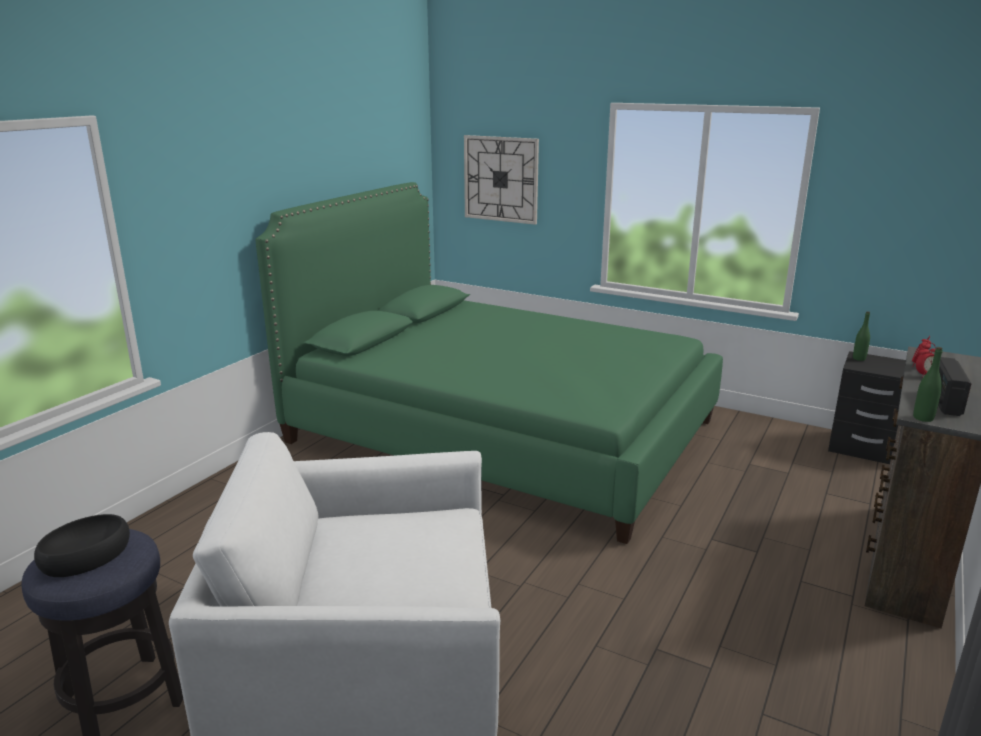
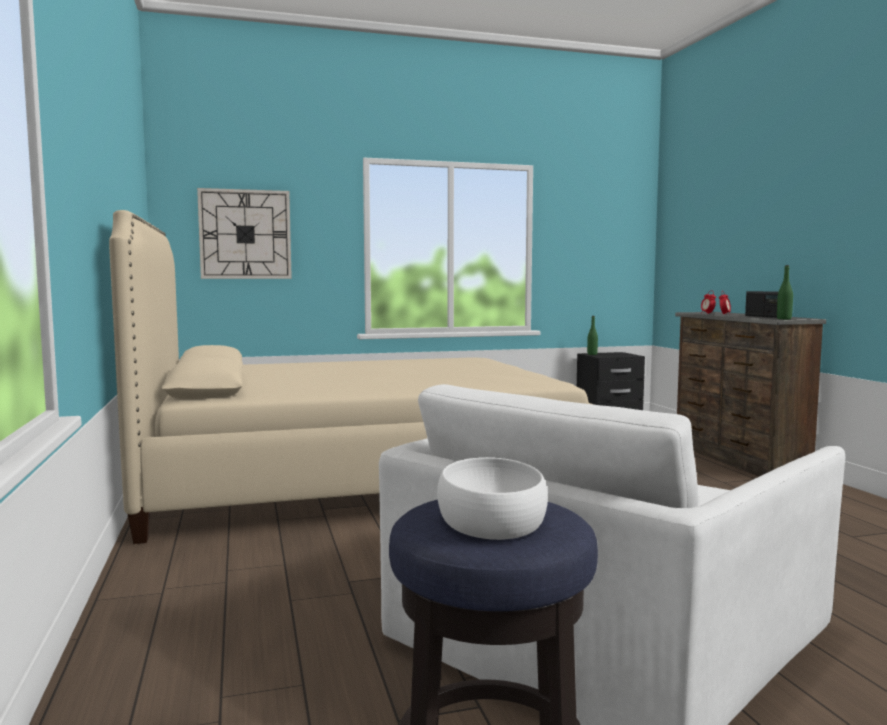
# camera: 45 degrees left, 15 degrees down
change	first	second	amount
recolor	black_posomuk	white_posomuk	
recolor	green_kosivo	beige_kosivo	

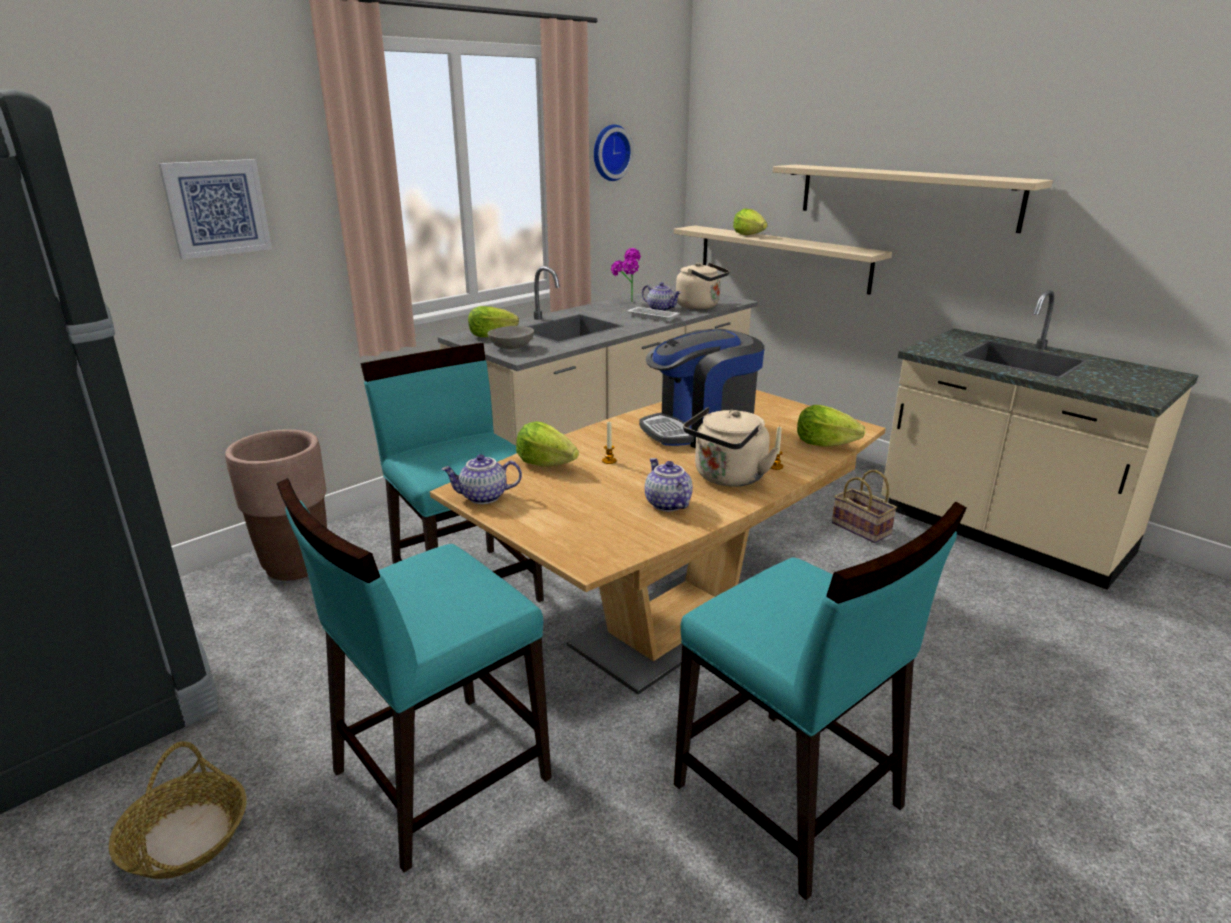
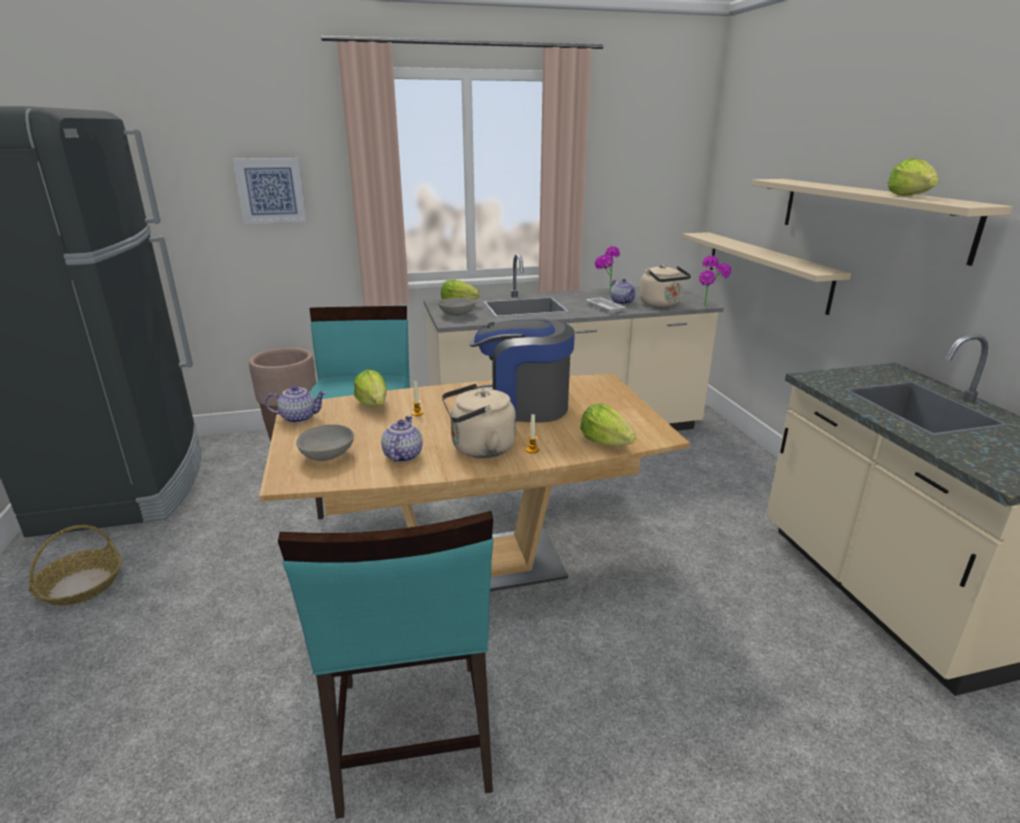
# camera: 30 degrees right, 0 degrees up
change	first	second	amount
delete	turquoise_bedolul (1st from left)		
rotate	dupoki (1st from left)		150 degrees clockwise
delete	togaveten		
move	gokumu (3rd from left in the first image)	gokumu (4th from left)	
delete	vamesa (2nd from left)		
insert		grey_posomuk (1st from left)	
insert		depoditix (2nd from left)	

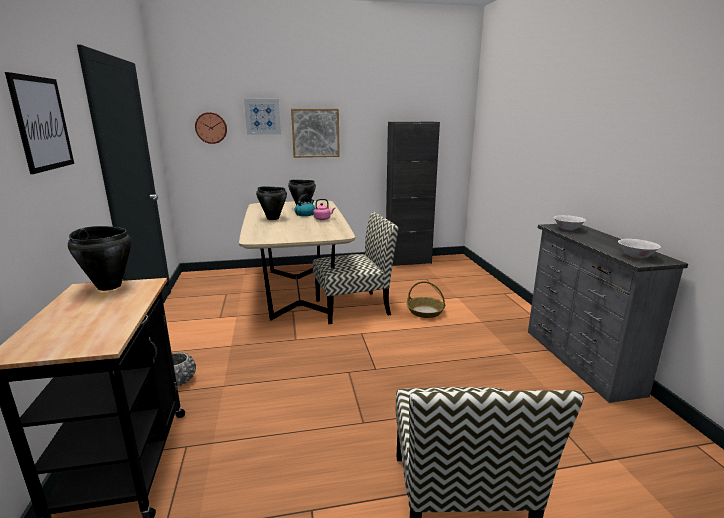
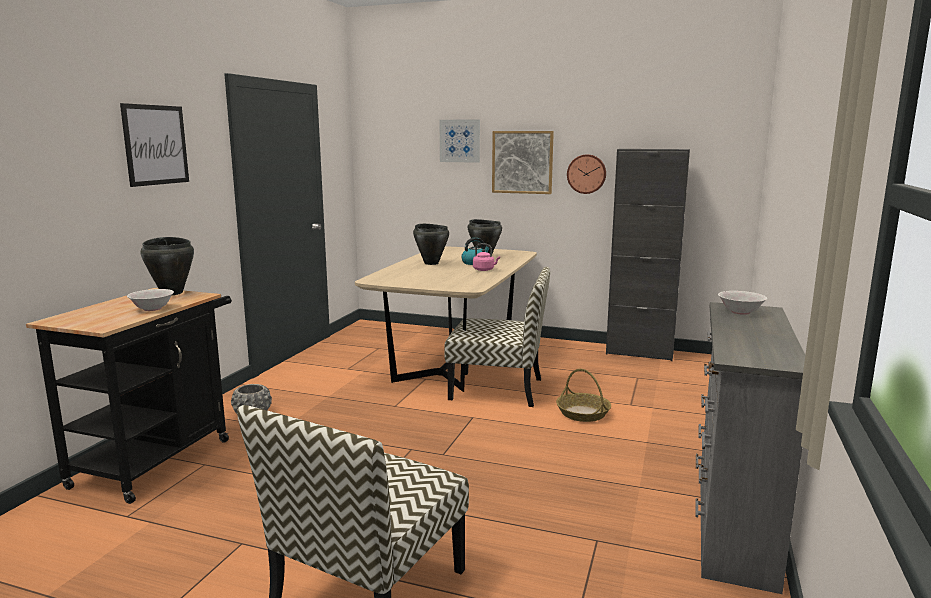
# camera: 30 degrees right, 5 degrees down
change	first	second	amount
move	togaveten		
move	white_posomuk (2nd from left in the first image)	white_posomuk (1st from left)	

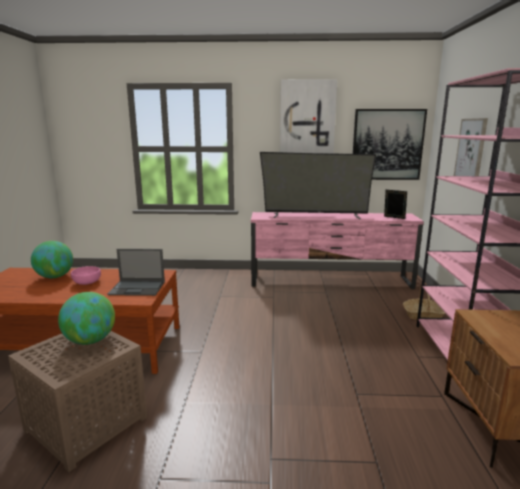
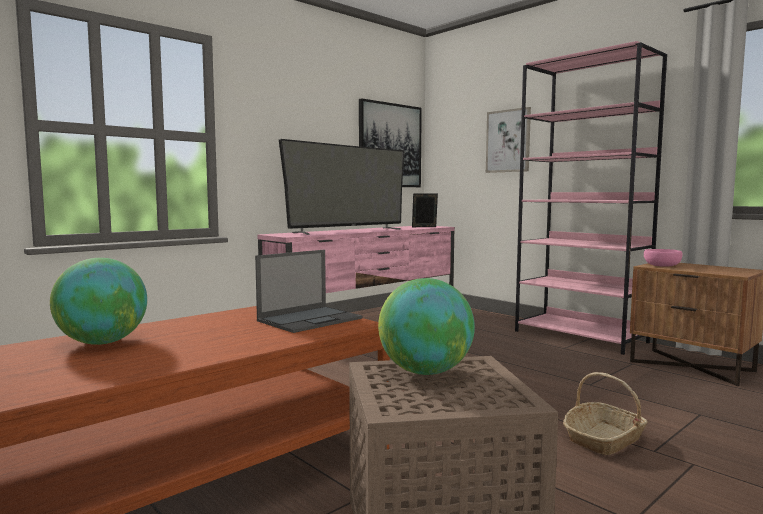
# camera: 45 degrees left, 10 degrees down
change	first	second	amount
move	pink_posomuk		
delete	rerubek (1st from left)		
move	vamesa		

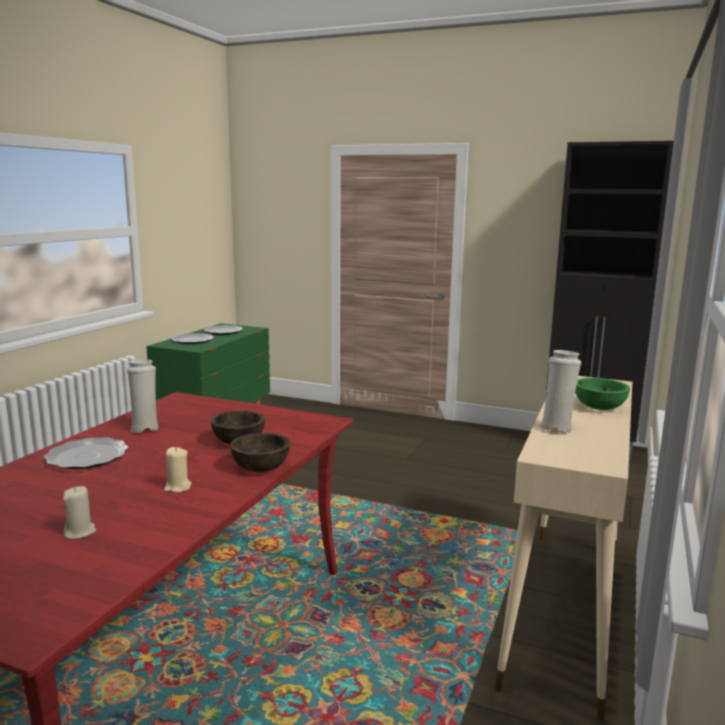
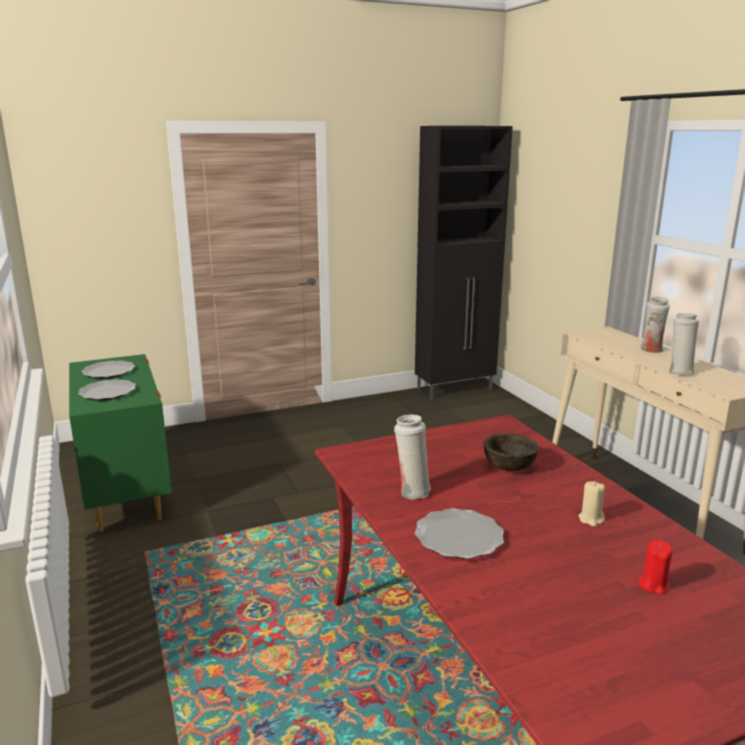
# camera: 45 degrees left, 5 degrees up
change	first	second	amount
recolor	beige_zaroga (1st from left)	red_zaroga	
delete	brown_posomuk (2nd from left)		
replace	green_posomuk	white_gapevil (2nd from left)	

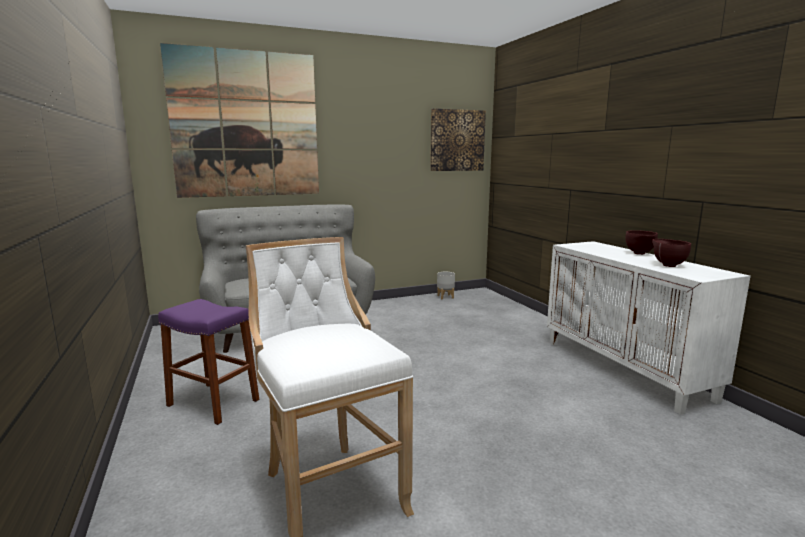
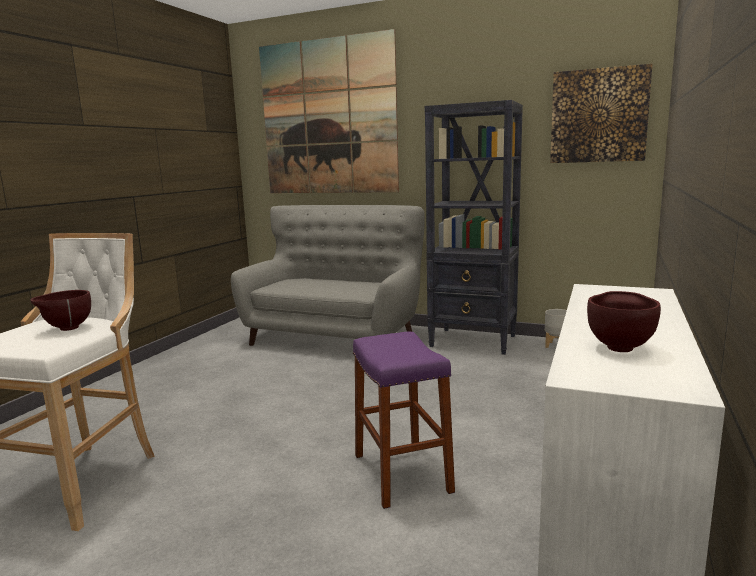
# camera: 45 degrees right, 0 degrees up
change	first	second	amount
move	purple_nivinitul		
move	brown_posomuk (1st from left)		
insert		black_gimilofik	

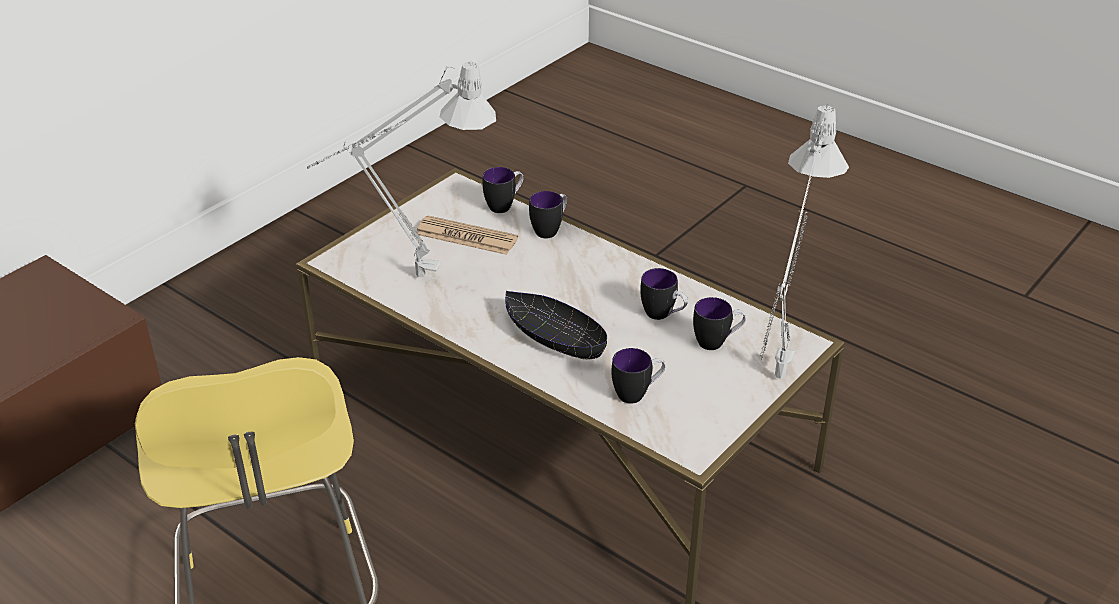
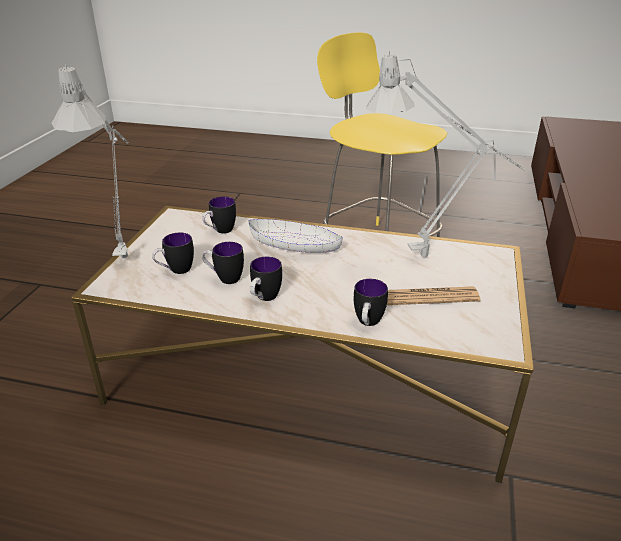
# camera: 155 degrees right, 5 degrees down
change	first	second	amount
move	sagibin (1st from left in the first image)	sagibin (4th from left)	
recolor	black_posomuk	white_posomuk	

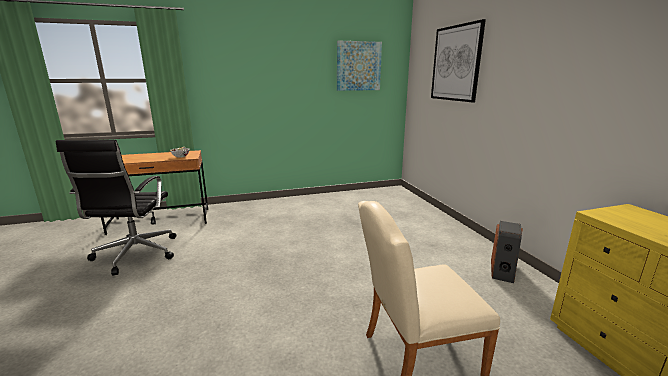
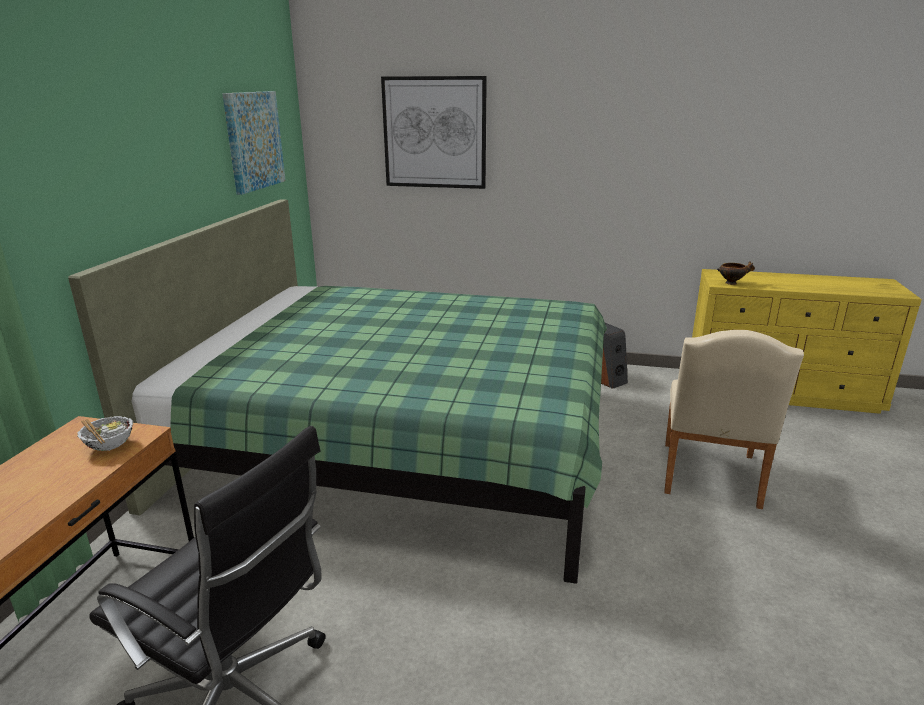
# camera: 60 degrees left, 5 degrees up
change	first	second	amount
insert		green_kosivo	
insert		posomuk (2nd from left)	

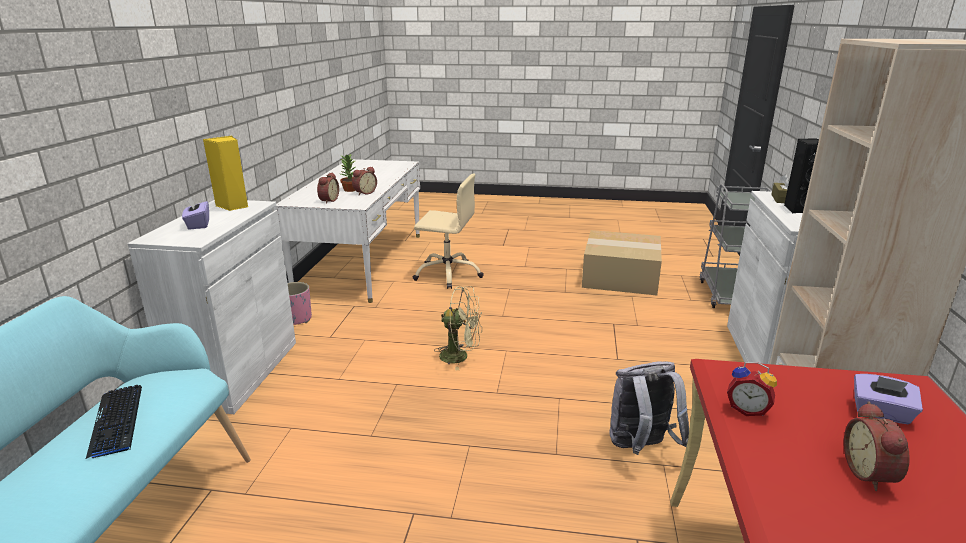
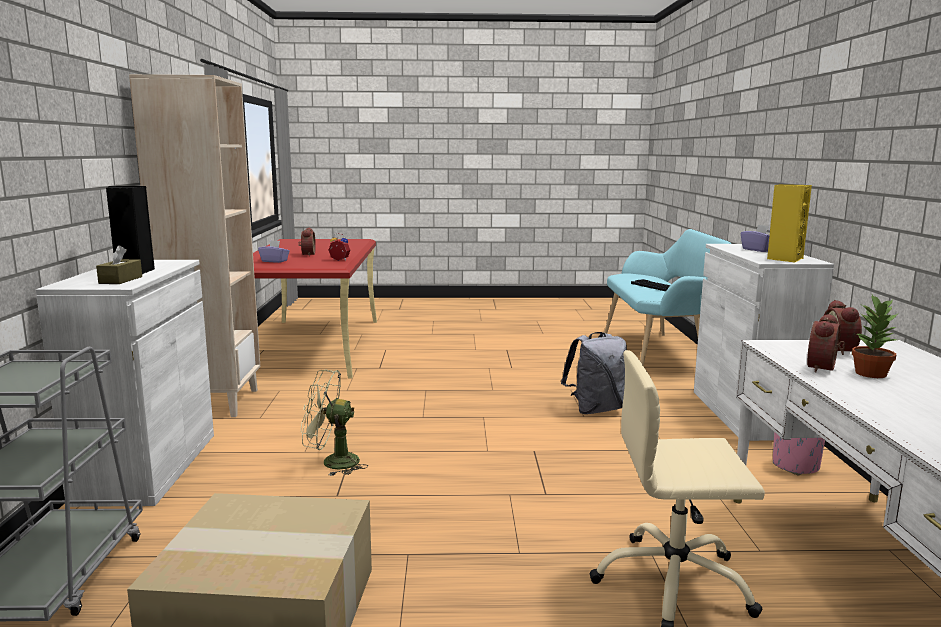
# camera: 170 degrees right, 10 degrees down
change	first	second	amount
move	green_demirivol		
move	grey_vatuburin		

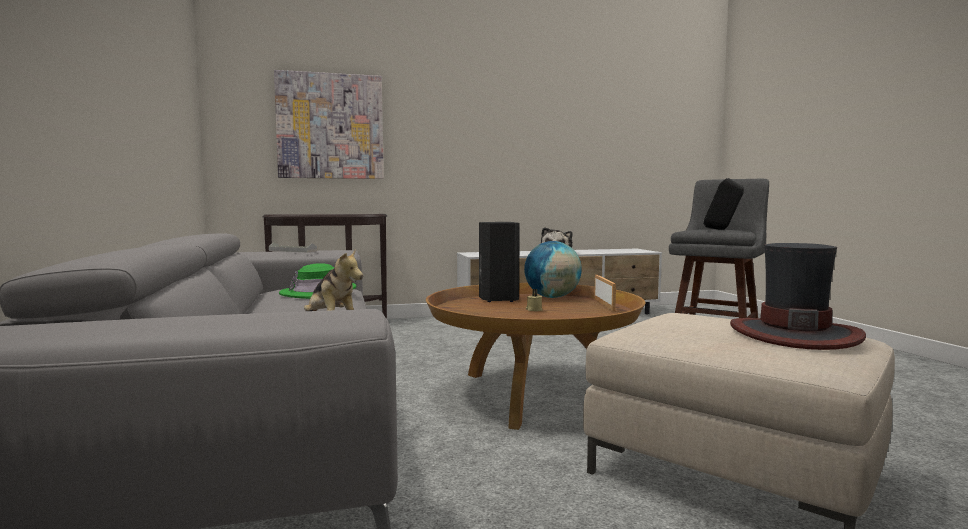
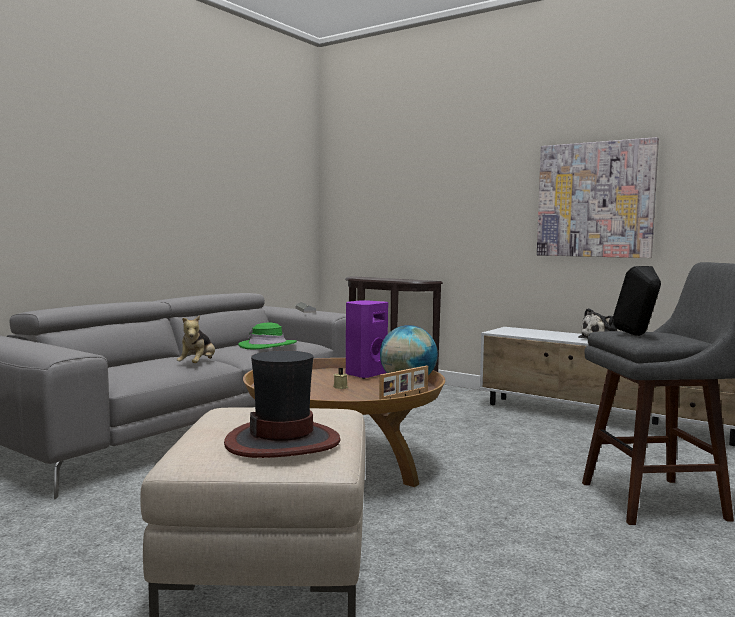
# camera: 50 degrees right, 0 degrees up
change	first	second	amount
move	rerubek		
recolor	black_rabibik (1st from left)	purple_rabibik	

